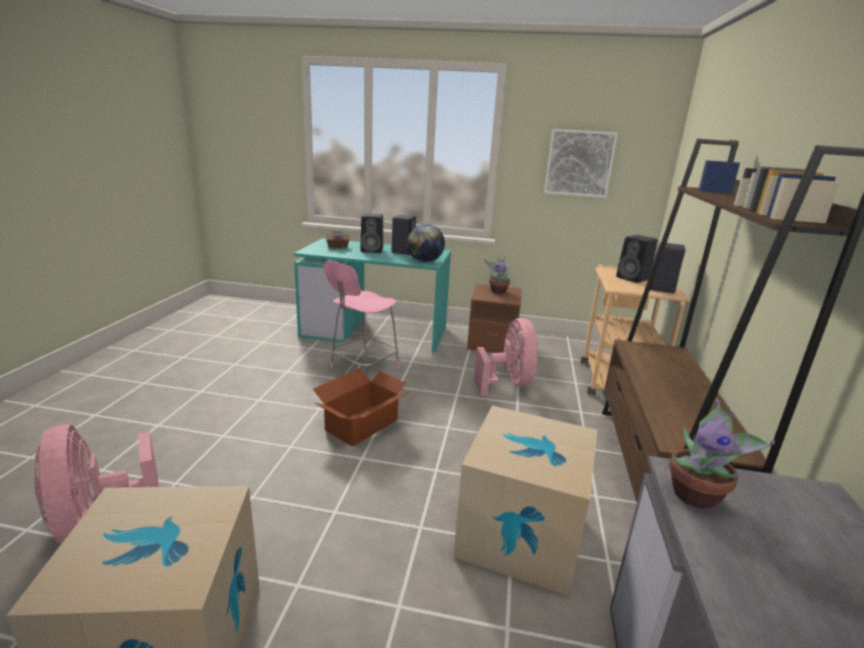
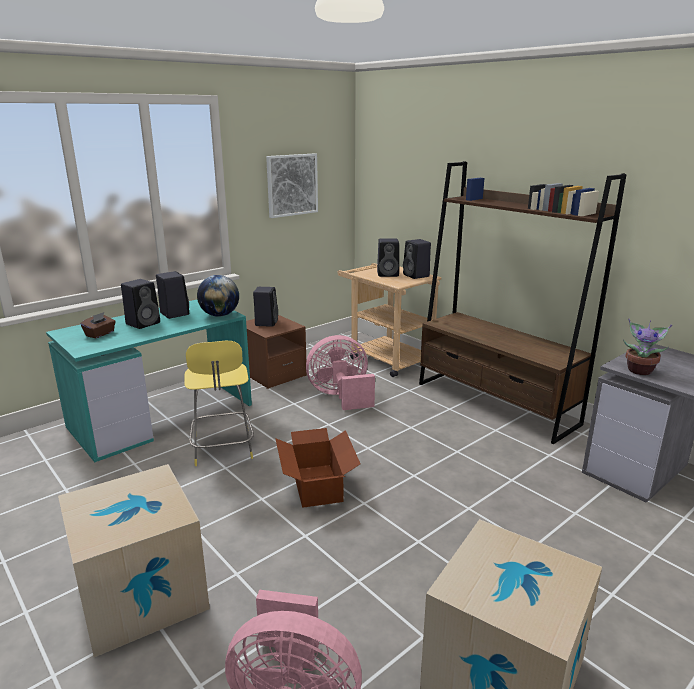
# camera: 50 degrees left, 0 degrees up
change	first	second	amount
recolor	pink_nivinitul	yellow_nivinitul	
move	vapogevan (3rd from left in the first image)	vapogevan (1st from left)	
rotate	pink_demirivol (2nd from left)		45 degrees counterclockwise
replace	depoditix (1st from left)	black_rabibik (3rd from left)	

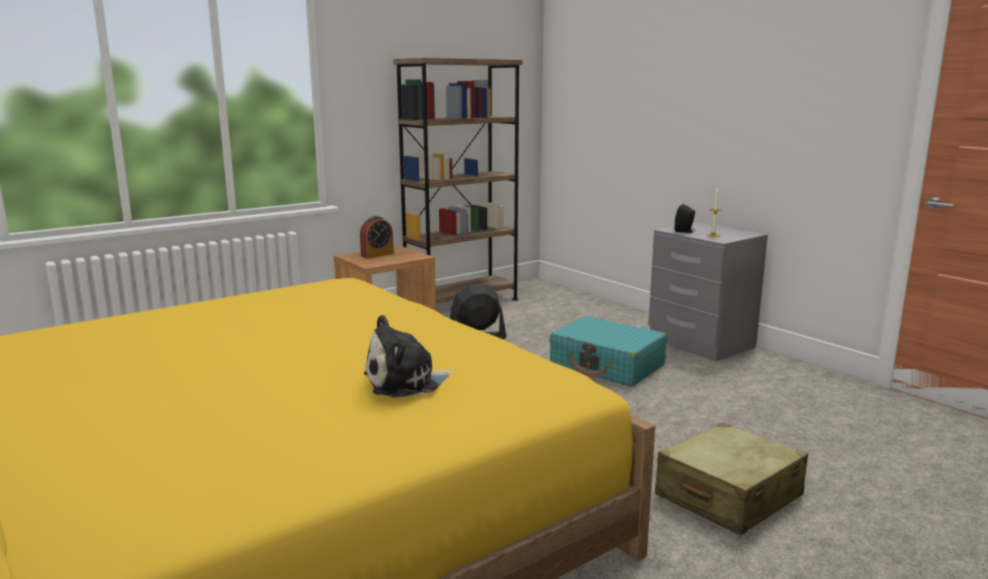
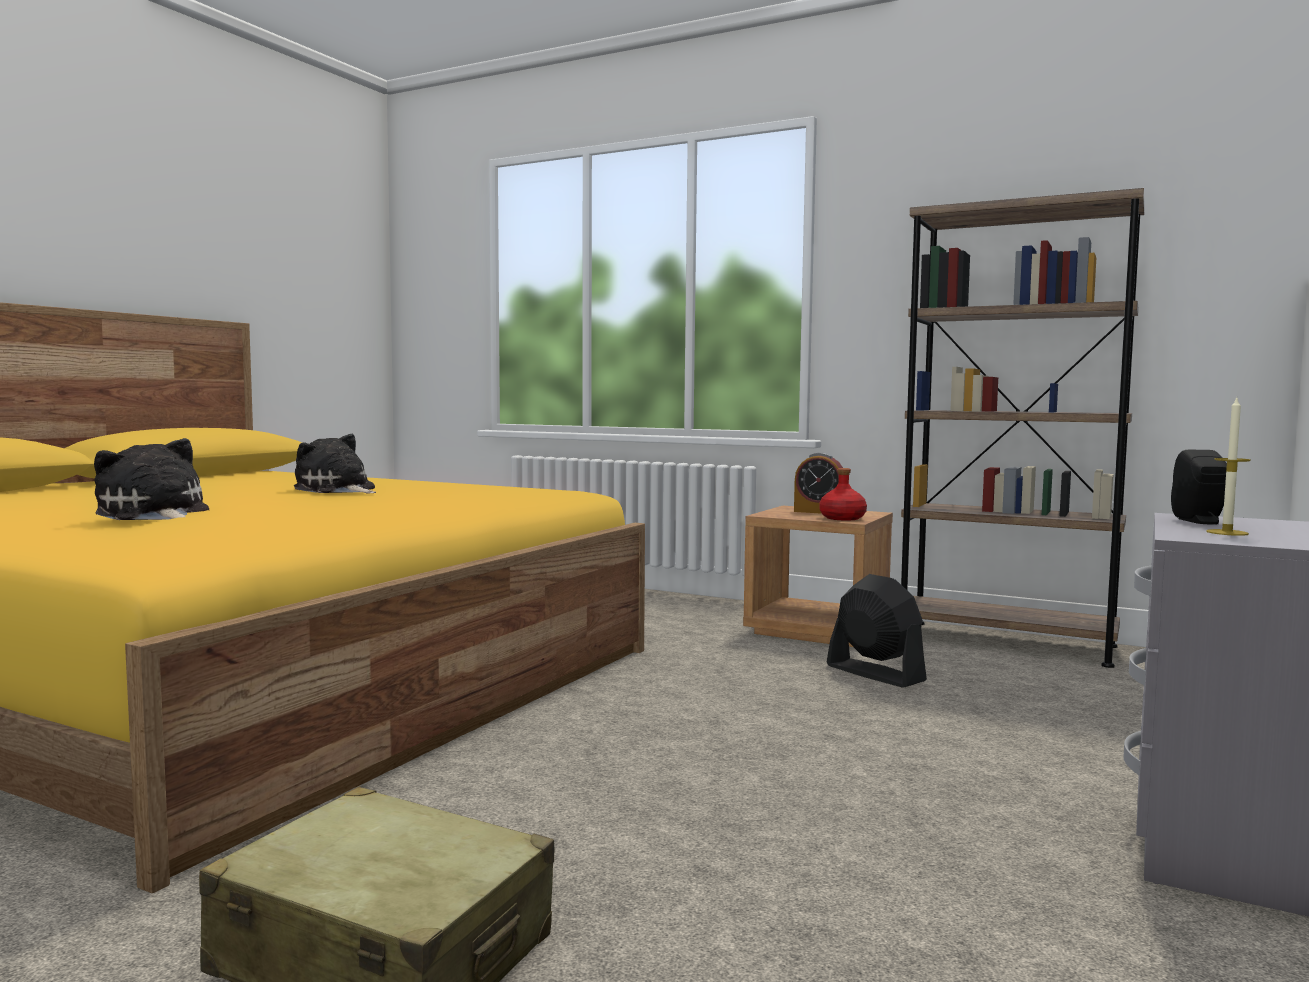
# camera: 65 degrees right, 10 degrees down
change	first	second	amount
delete	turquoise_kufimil		
insert		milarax (2nd from left)	
insert		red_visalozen	

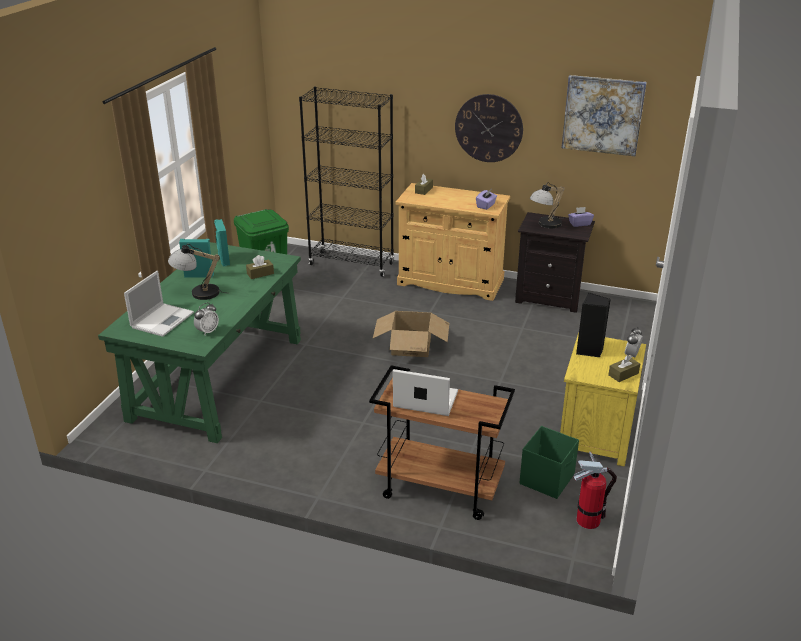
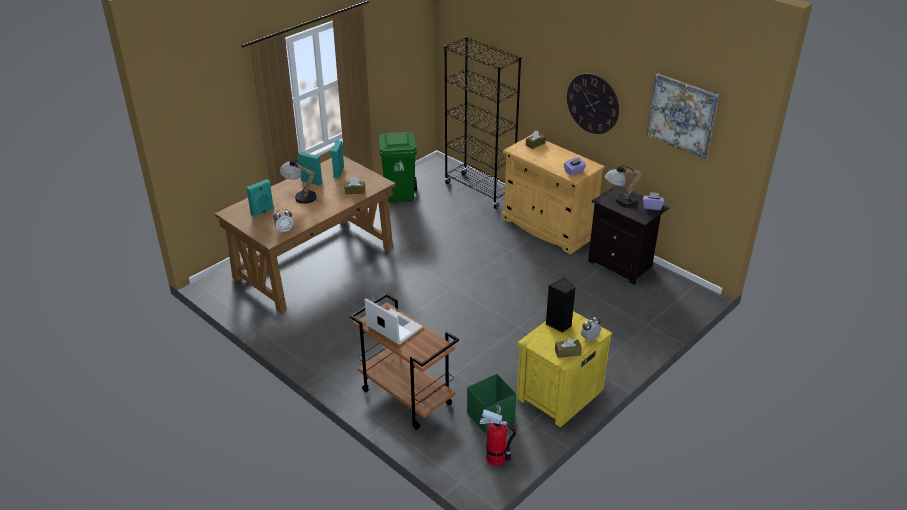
# camera: 25 degrees right, 5 degrees up
change	first	second	amount
recolor	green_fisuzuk	brown_fisuzuk	
replace	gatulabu (1st from left)	turquoise_rabibik (1st from left)	
delete	vapogevan		

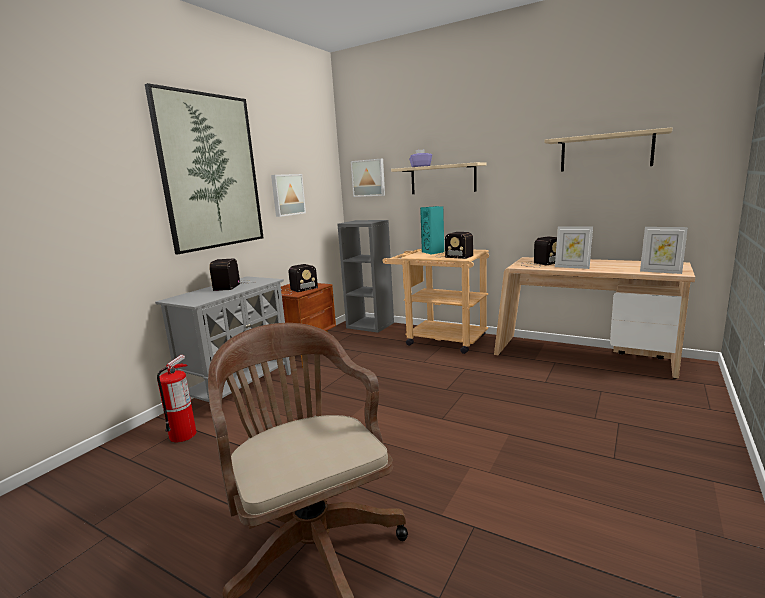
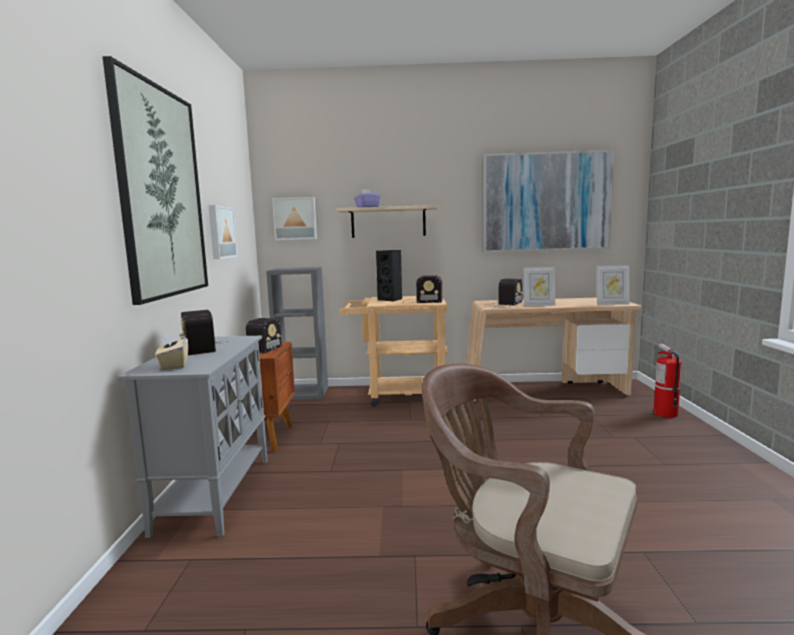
# camera: 30 degrees left, 5 degrees down
change	first	second	amount
move	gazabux		
recolor	turquoise_rabibik	black_rabibik	
replace	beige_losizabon (2nd from left)	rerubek (4th from left)	
insert		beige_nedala	

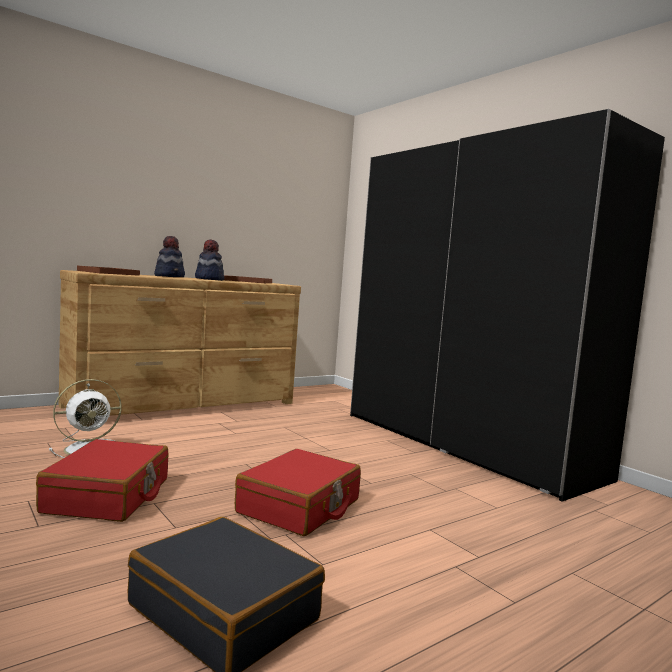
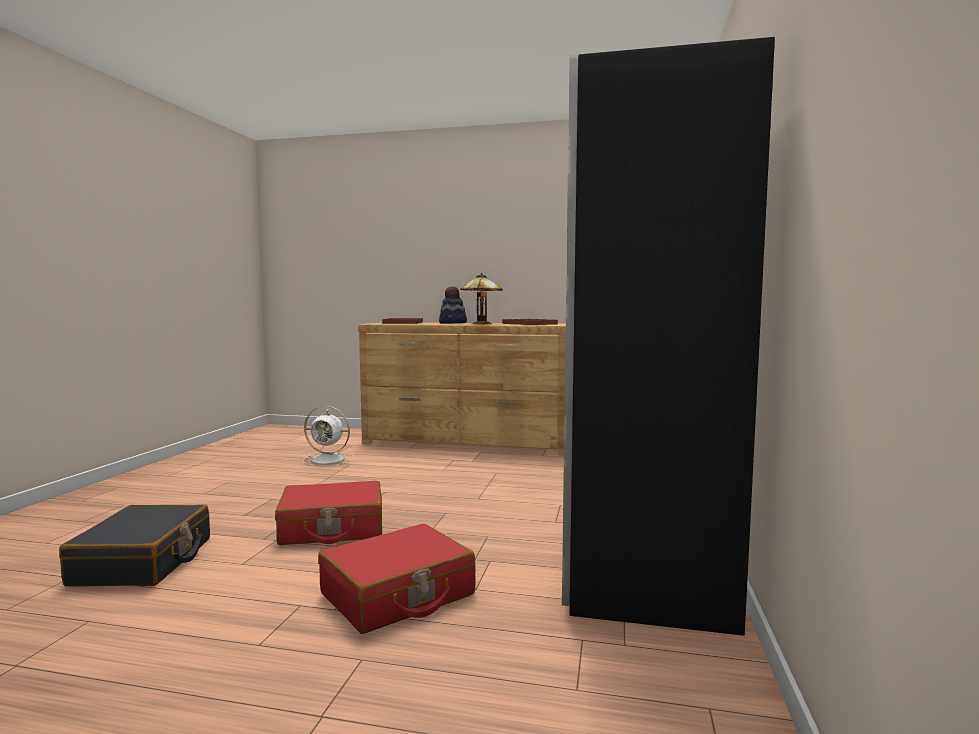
# camera: 50 degrees right, 0 degrees up
change	first	second	amount
move	red_kufimil (1st from left in the first image)	red_kufimil (2nd from left)	
replace	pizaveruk (2nd from left)	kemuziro	

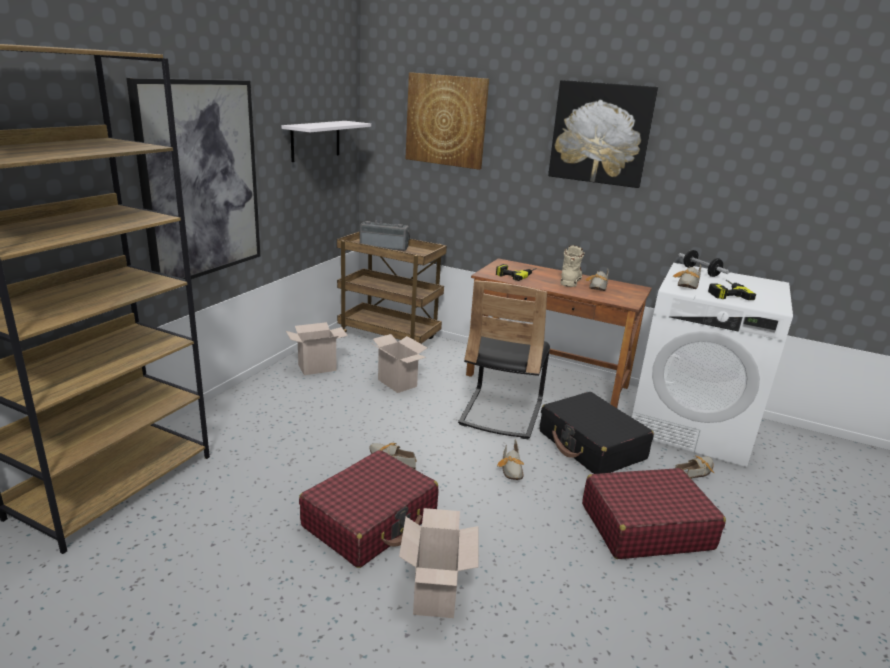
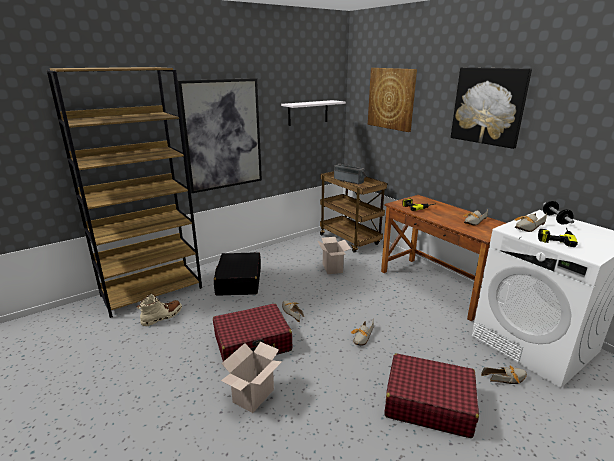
# camera: 30 degrees right, 0 degrees up
change	first	second	amount
delete	vapogevan (1st from left)		
delete	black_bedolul		
move	black_kufimil		
move	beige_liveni		

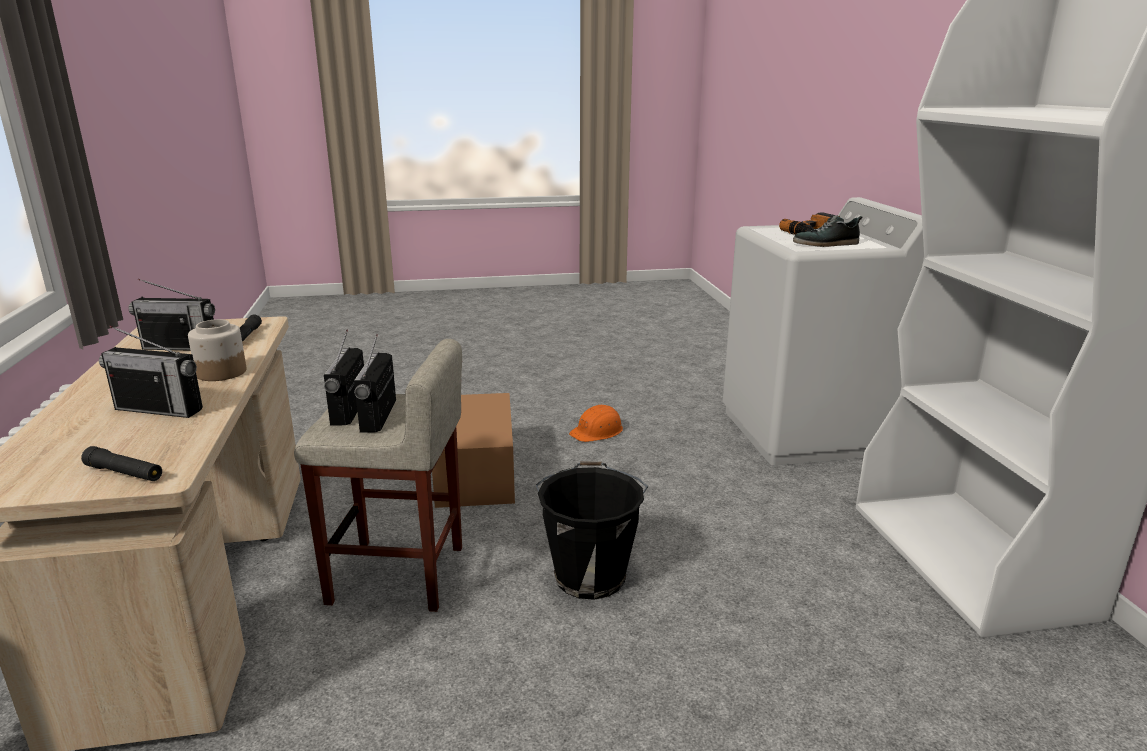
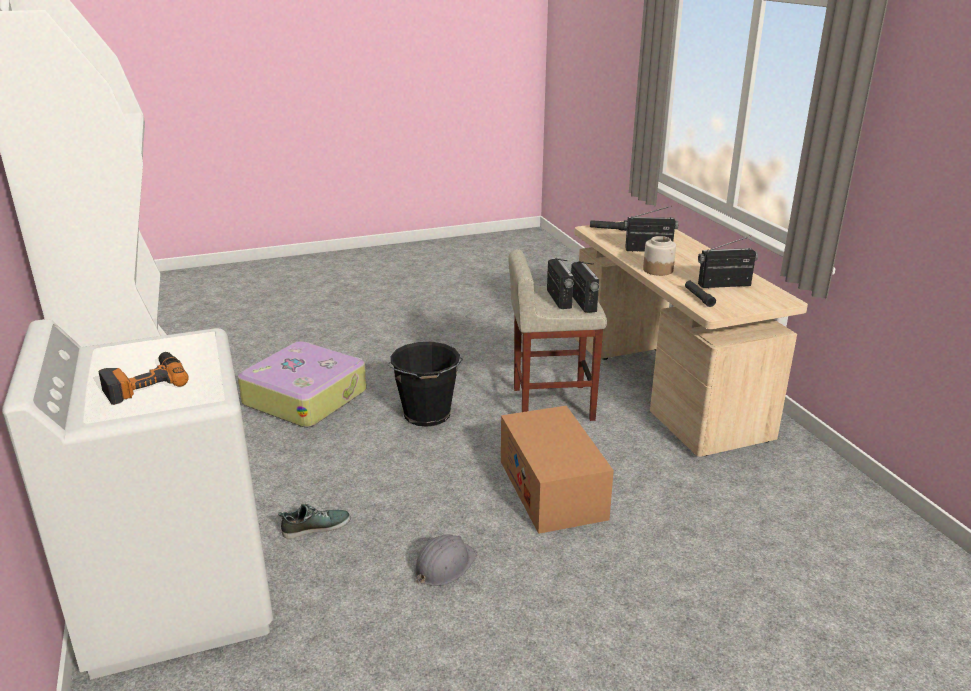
# camera: 170 degrees right, 5 degrees up
change	first	second	amount
recolor	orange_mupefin	grey_mupefin	
move	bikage		
insert		kufimil	

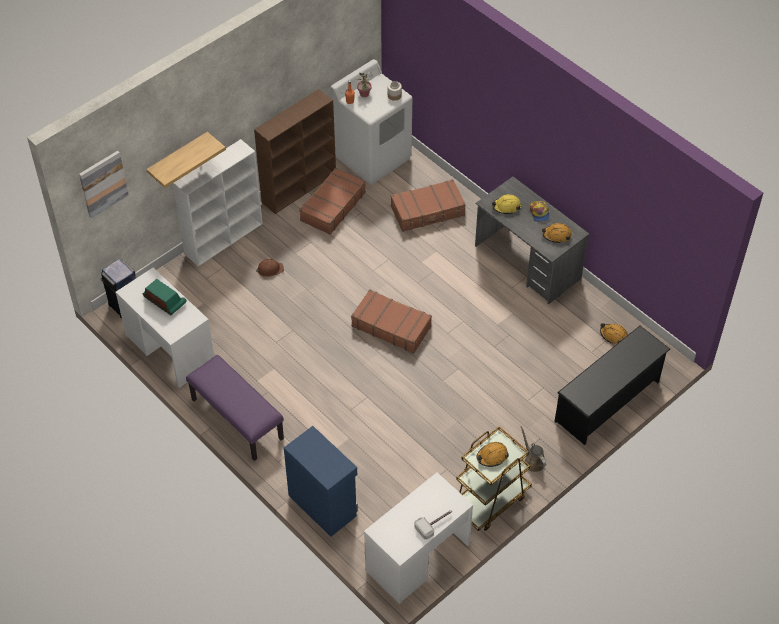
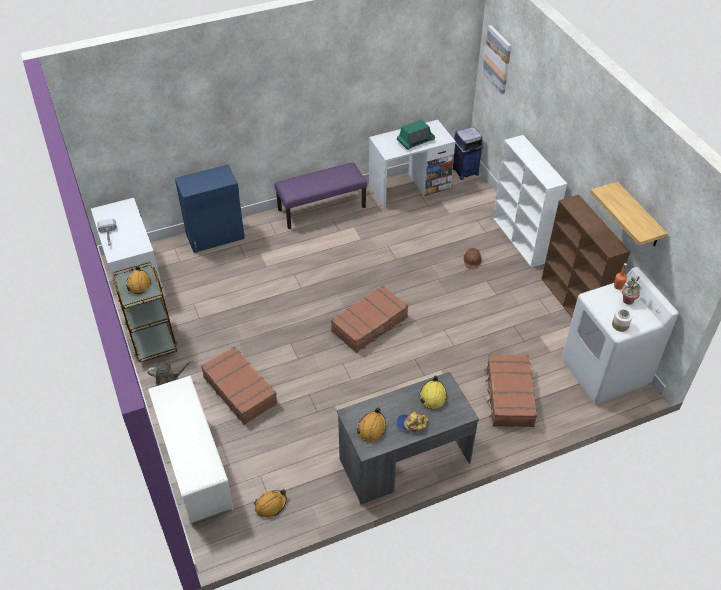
# camera: 110 degrees right, 5 degrees down
change	first	second	amount
move	losizabon		
move	brown_kufimil (1st from left)		
recolor	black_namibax	white_namibax	

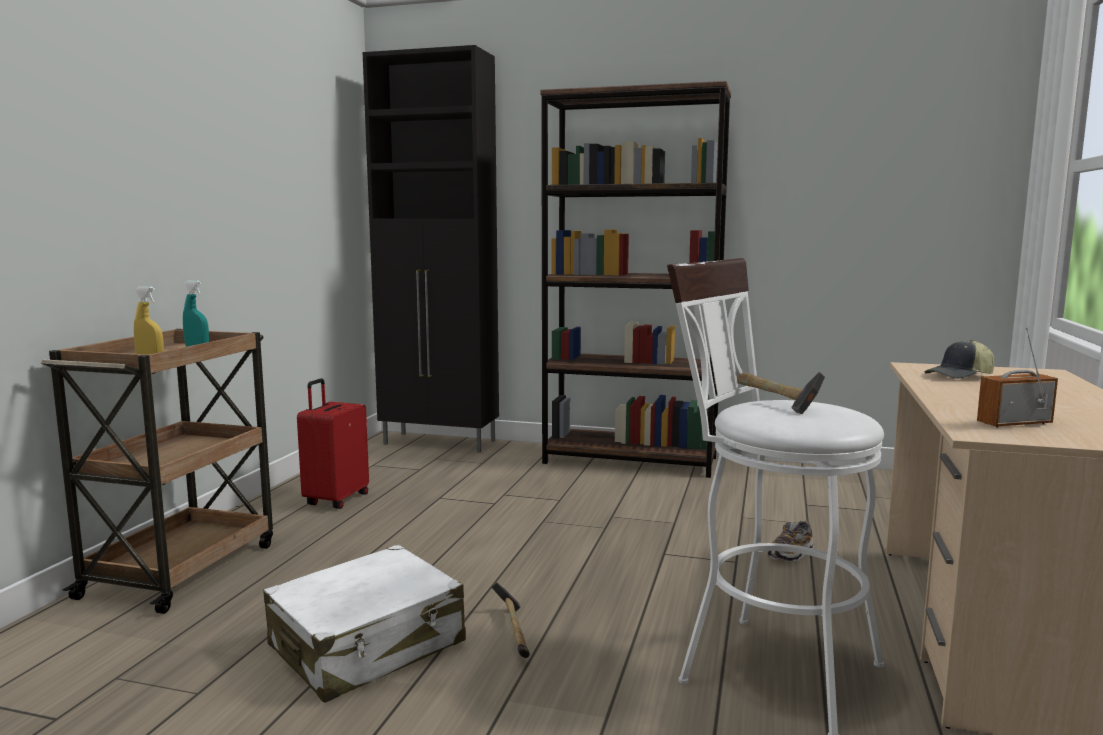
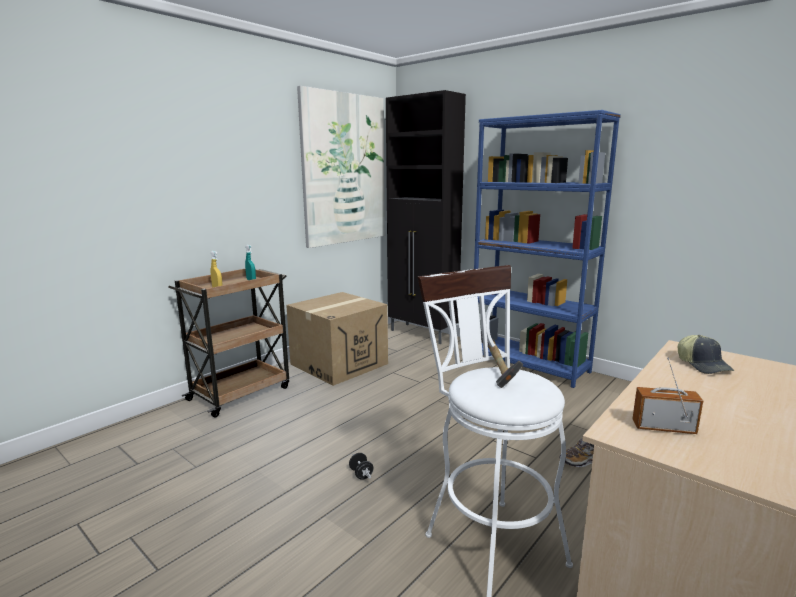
# camera: 25 degrees right, 5 degrees up
change	first	second	amount
delete	white_kufimil		
replace	red_kufimil	vapogevan	
replace	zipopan (1st from left)	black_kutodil	
recolor	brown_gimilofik	blue_gimilofik	
rotate	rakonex		105 degrees counterclockwise
insert		rerubek	

